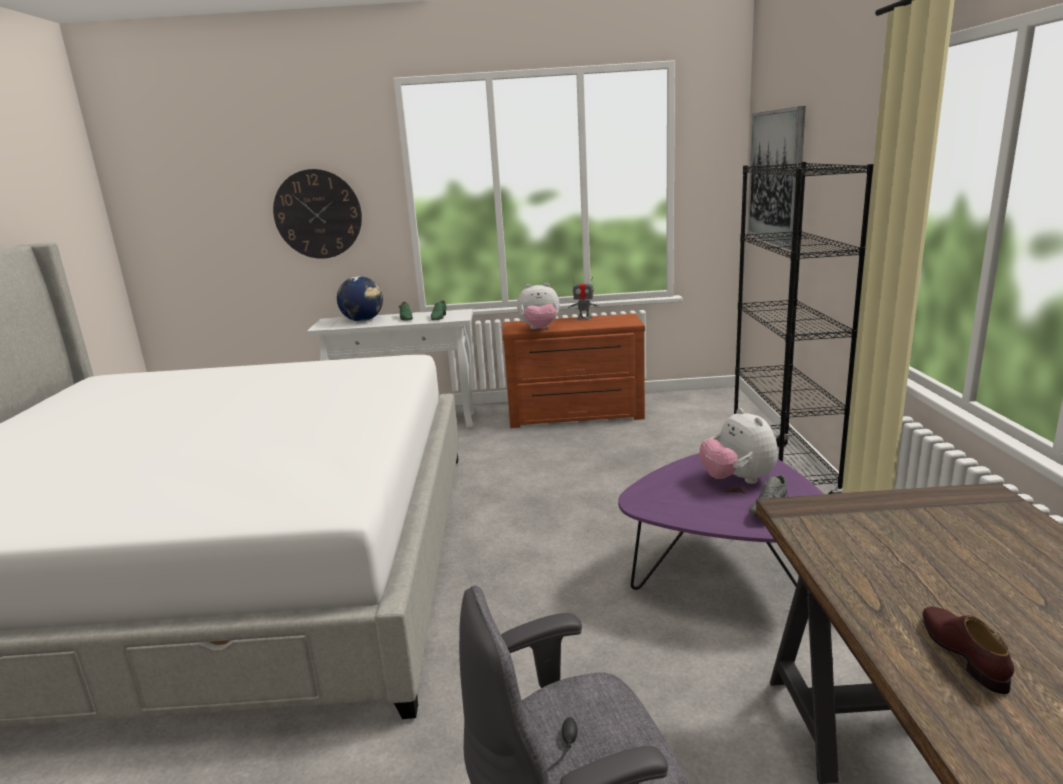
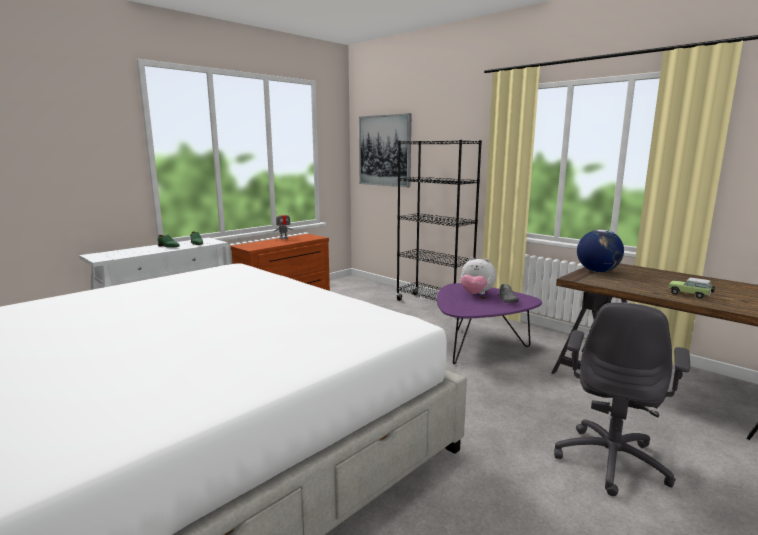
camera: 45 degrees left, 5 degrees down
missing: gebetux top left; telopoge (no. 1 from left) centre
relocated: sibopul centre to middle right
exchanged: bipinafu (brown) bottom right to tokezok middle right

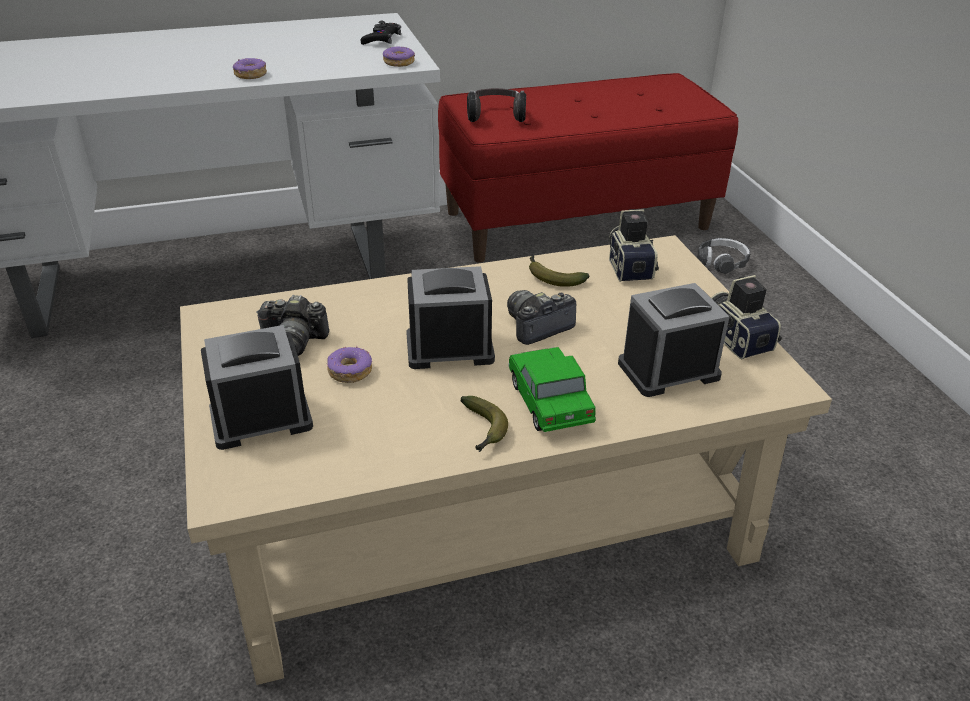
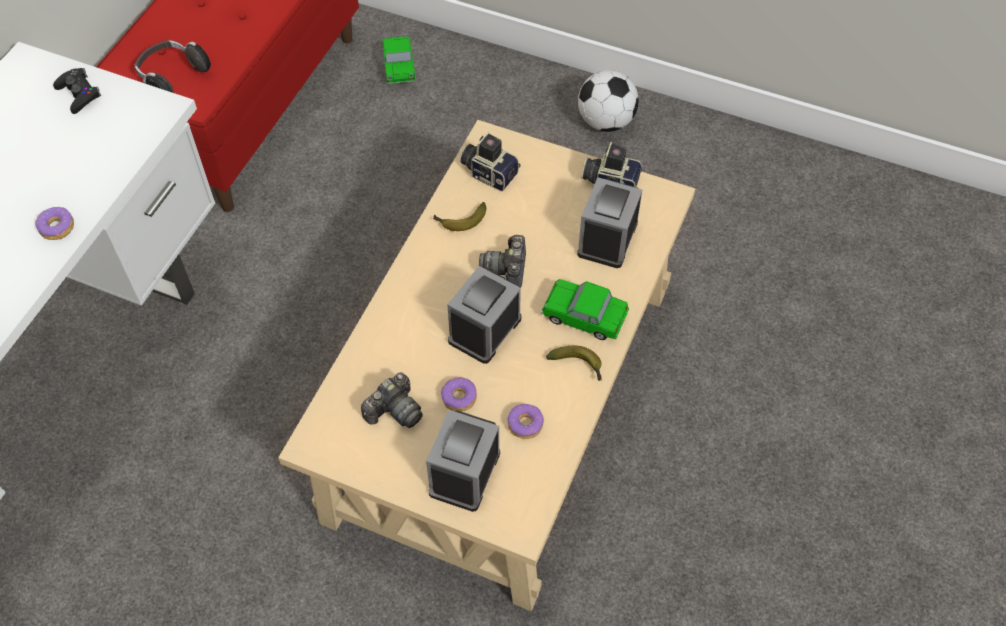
camera: 50 degrees left, 20 degrees up
appeared: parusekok top centre
relocated: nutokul (no. 3 from left) top centre to bottom centre
exchanged: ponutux (no. 2 from left) middle right to tokezok (no. 1 from left) top centre

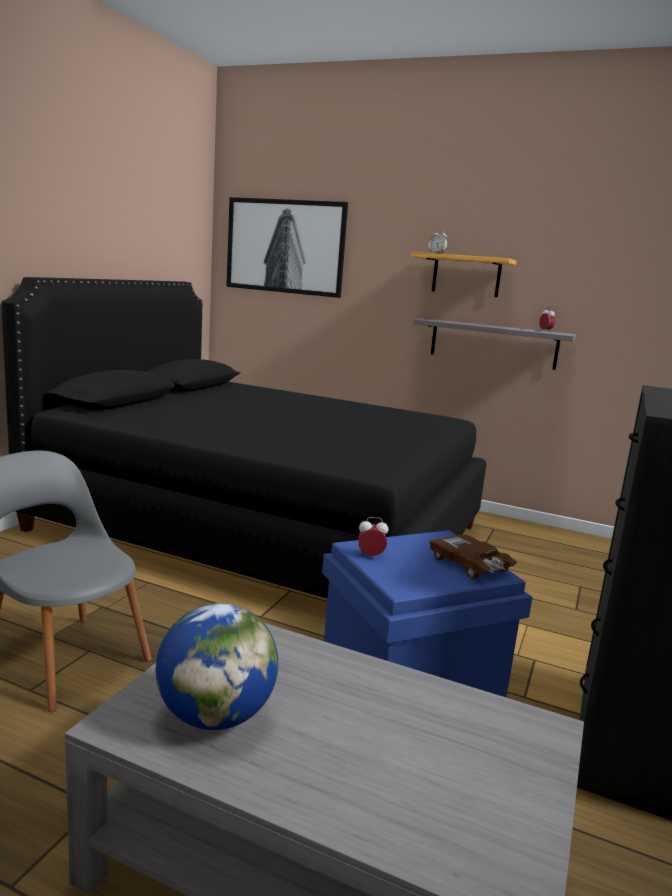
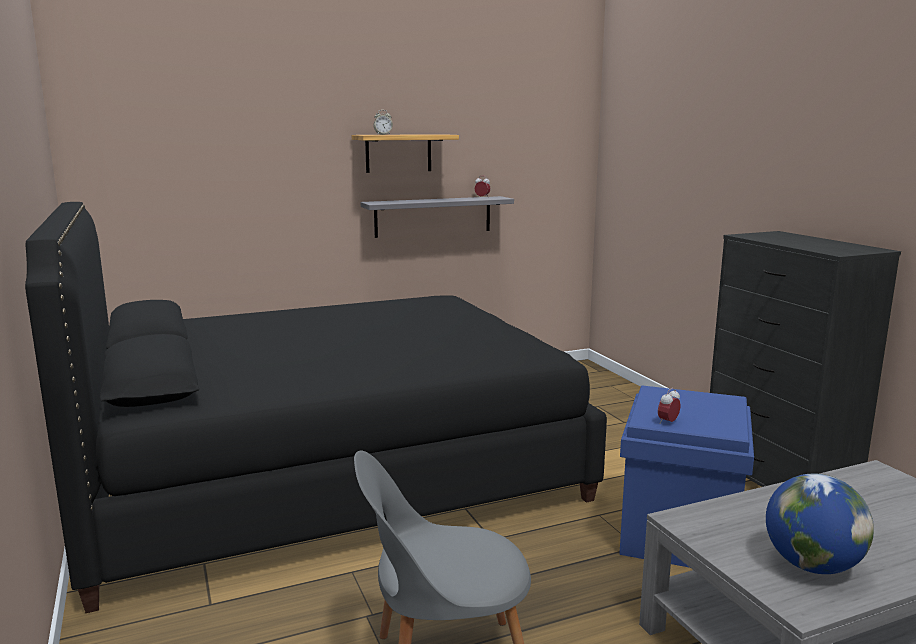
camera: 45 degrees left, 0 degrees up
missing: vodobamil top centre; tokezok (brown) middle right

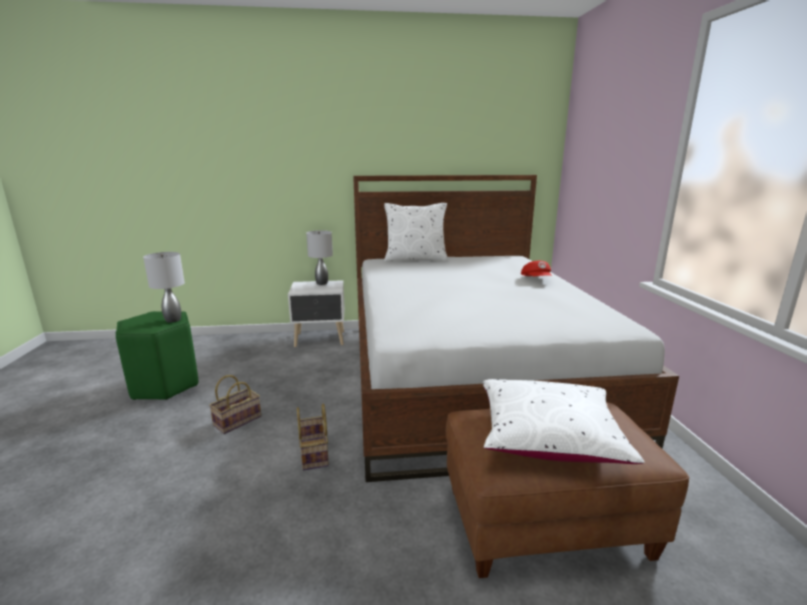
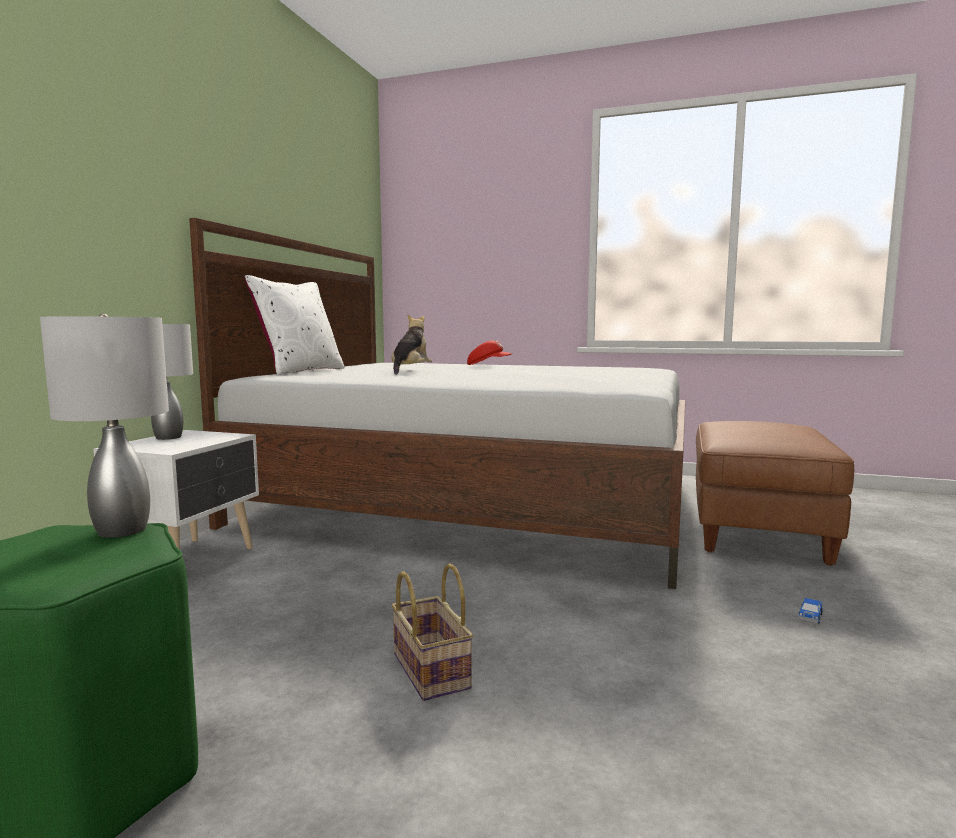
camera: 65 degrees left, 10 degrees down
missing: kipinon (no. 2 from left) bottom centre; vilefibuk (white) (no. 2 from left) bottom right
appeared: telopoge centre; tokezok bottom right

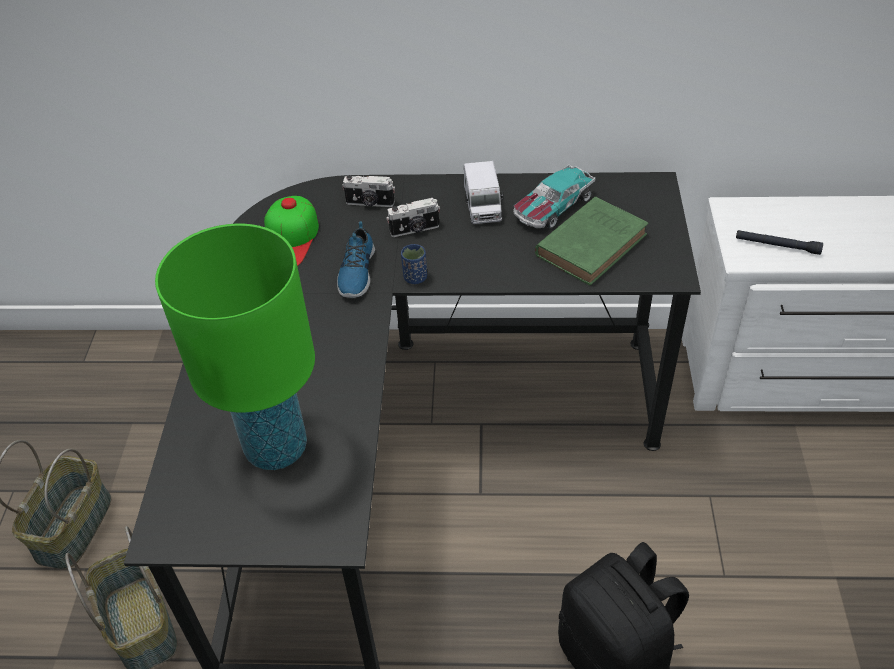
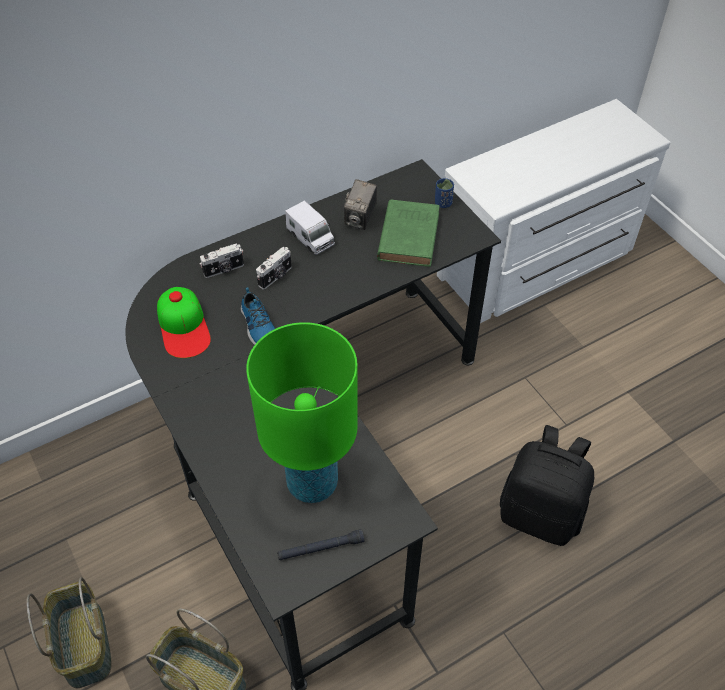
camera: 35 degrees left, 5 degrees up
relocated: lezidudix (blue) centre to top centre; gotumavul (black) middle right to bottom centre
exchanged: tokezok top centre to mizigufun (no. 3 from left) top centre

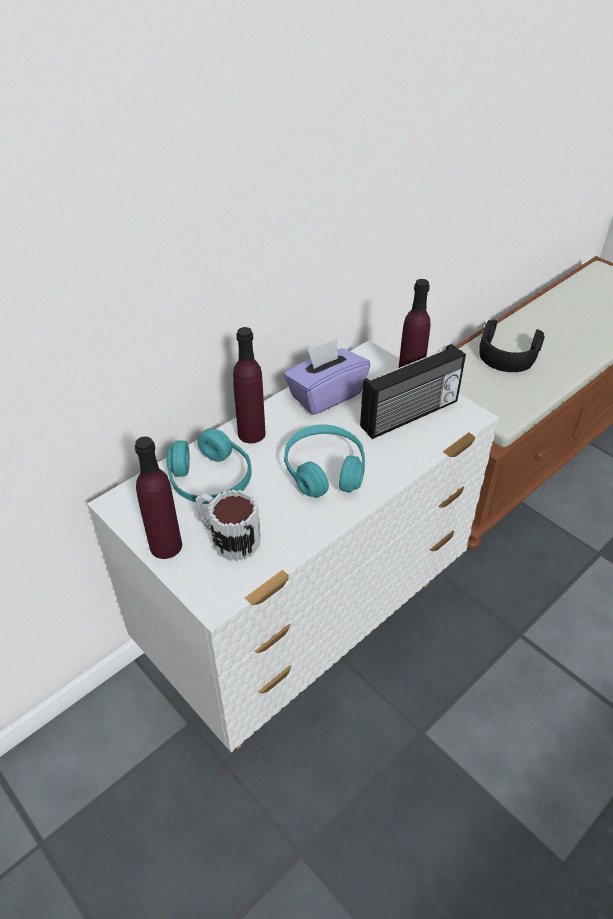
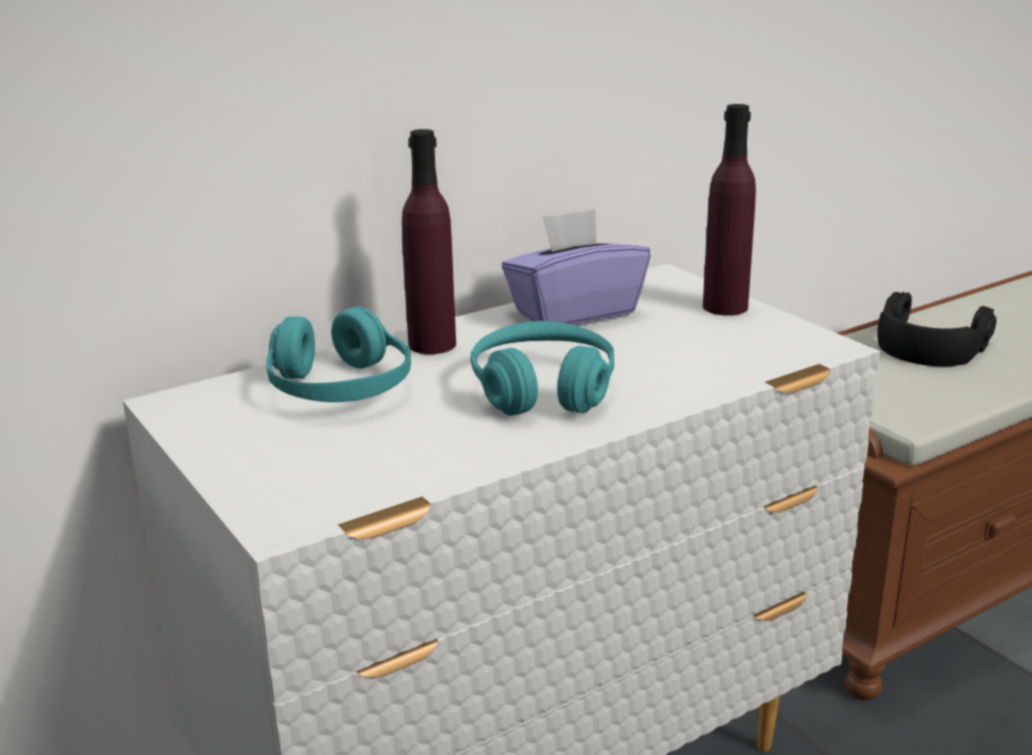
camera: 10 degrees right, 20 degrees down
missing: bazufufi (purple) (no. 1 from left) middle left; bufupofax centre; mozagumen middle right

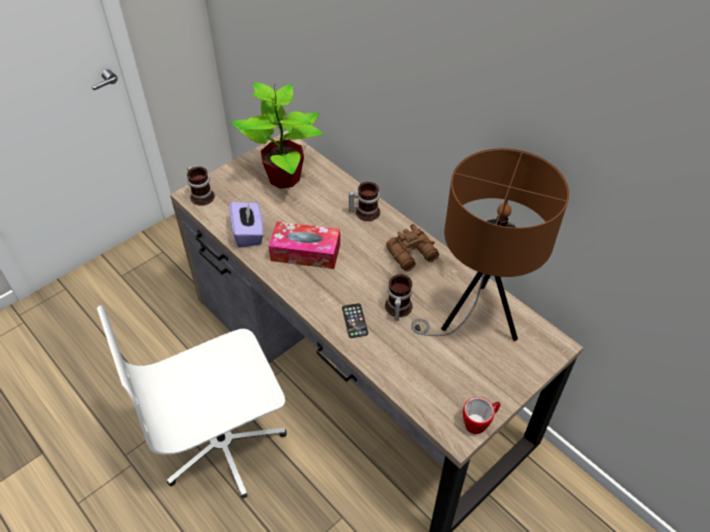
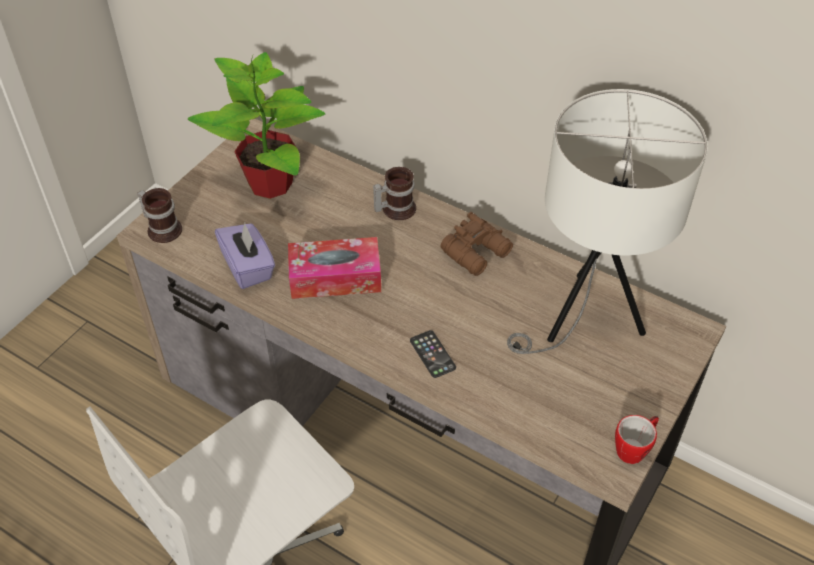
camera: 15 degrees left, 0 degrees up
missing: bufupofax (no. 3 from left) centre
colour: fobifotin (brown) middle right to fobifotin (white) middle right

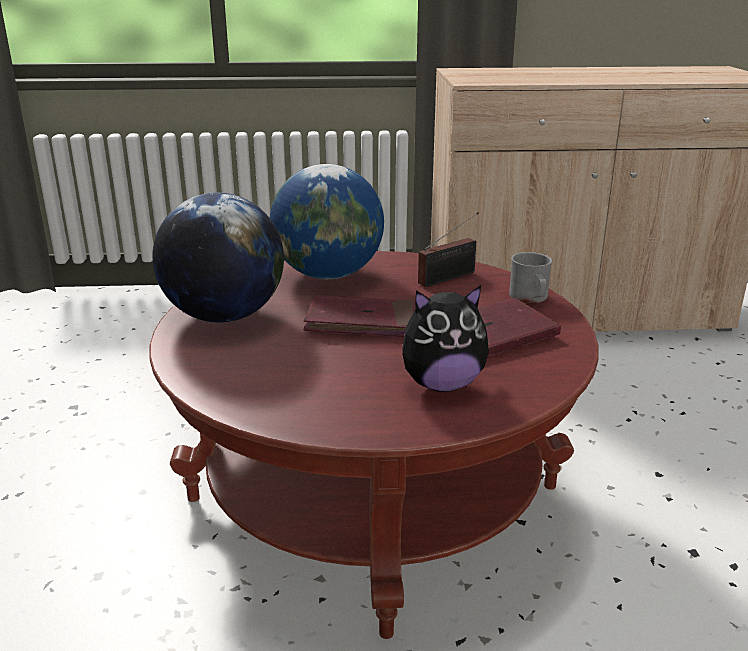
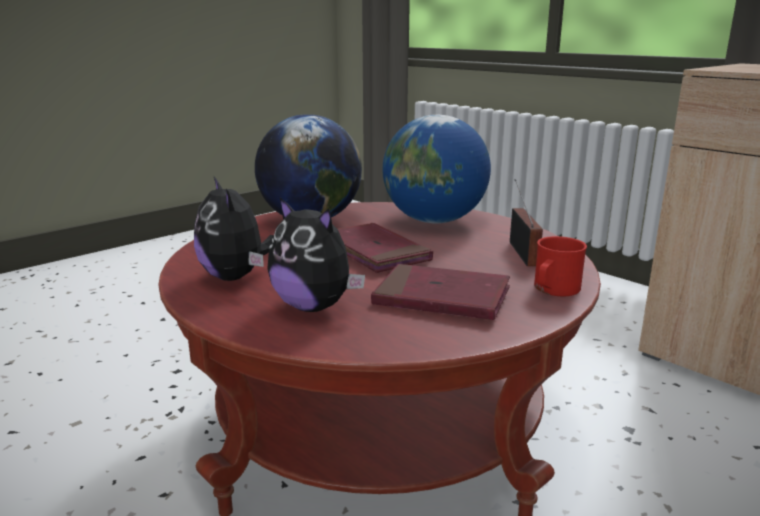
camera: 50 degrees right, 5 degrees down
appeared: telopoge (no. 1 from left) middle left
colour: bufupofax (grey) middle right to bufupofax (red) middle right
spun: mozagumen centre = middle right 105 degrees counterclockwise

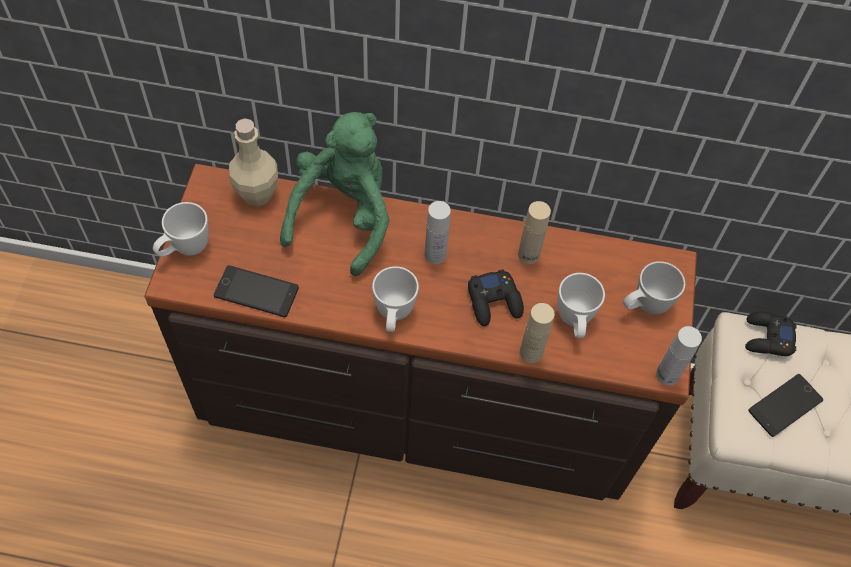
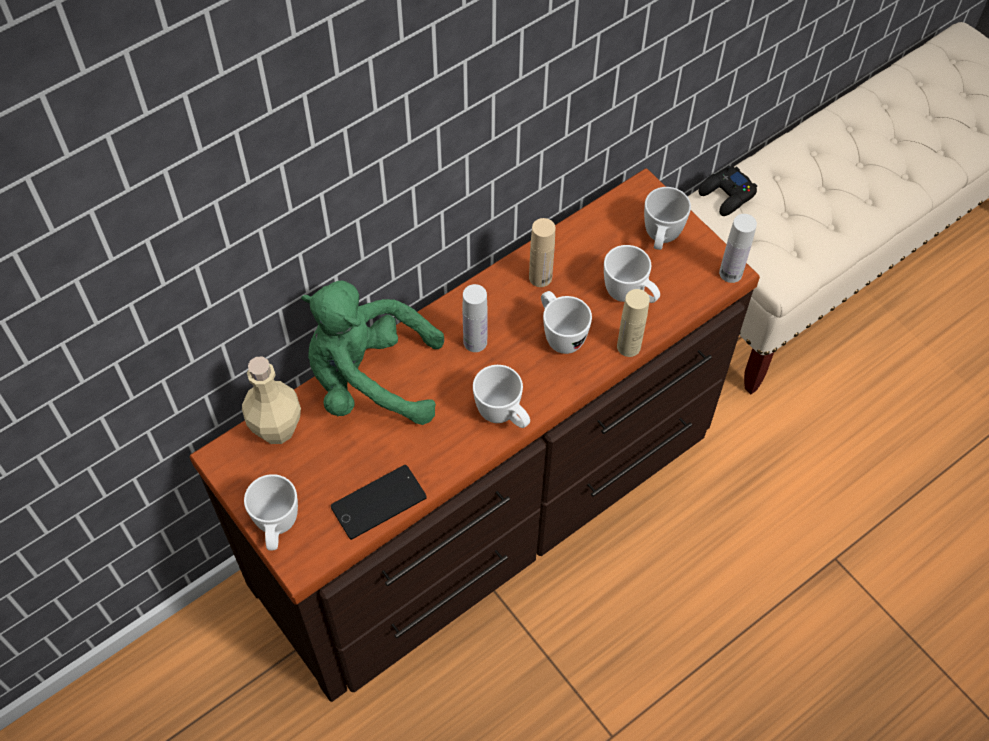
camera: 45 degrees left, 0 degrees up
missing: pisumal (no. 2 from left) bottom right
exchanged: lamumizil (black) (no. 1 from left) centre to bufupofax (white) (no. 3 from left) centre
spun: telopoge (green) centre = centre 60 degrees counterclockwise

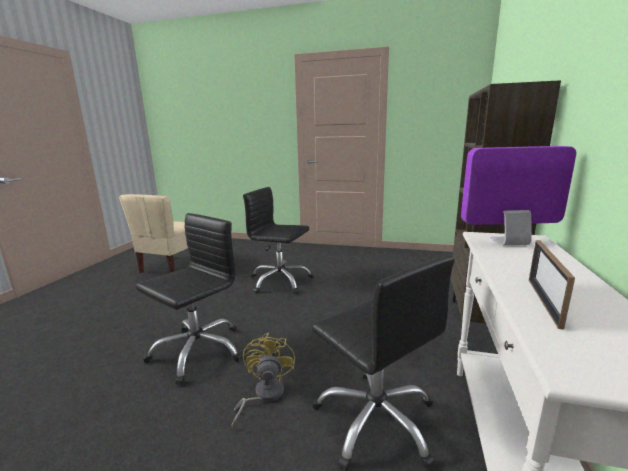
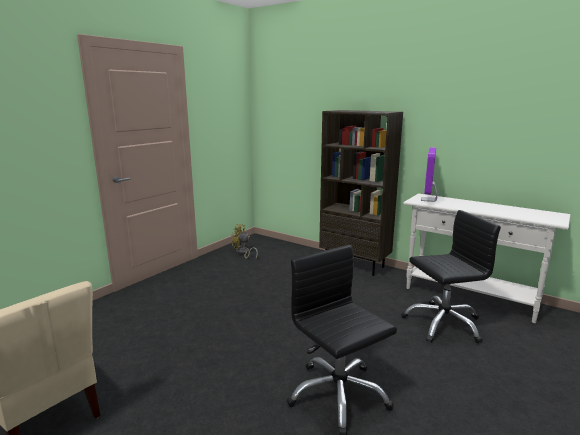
camera: 70 degrees left, 0 degrees up
missing: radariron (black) (no. 2 from left) centre; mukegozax middle right
relocated: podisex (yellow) bottom centre to centre

